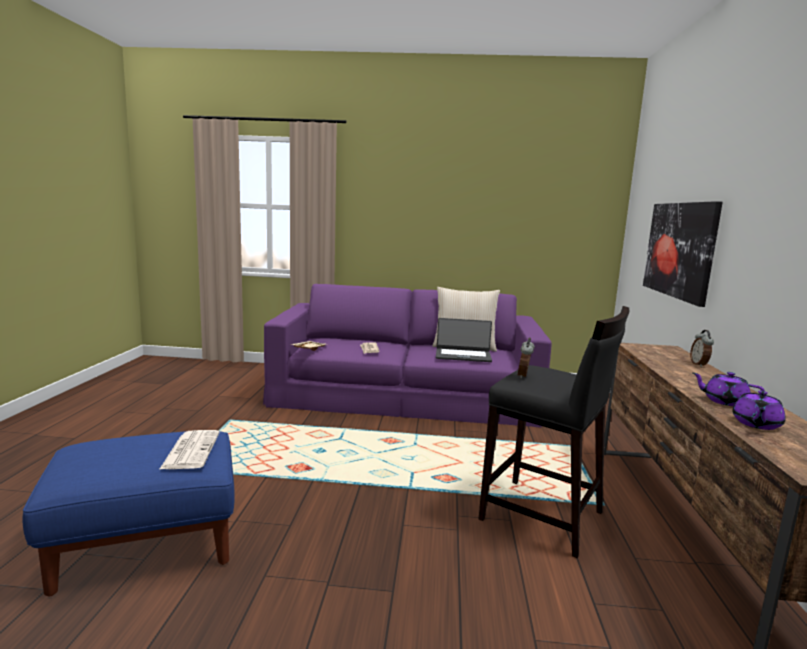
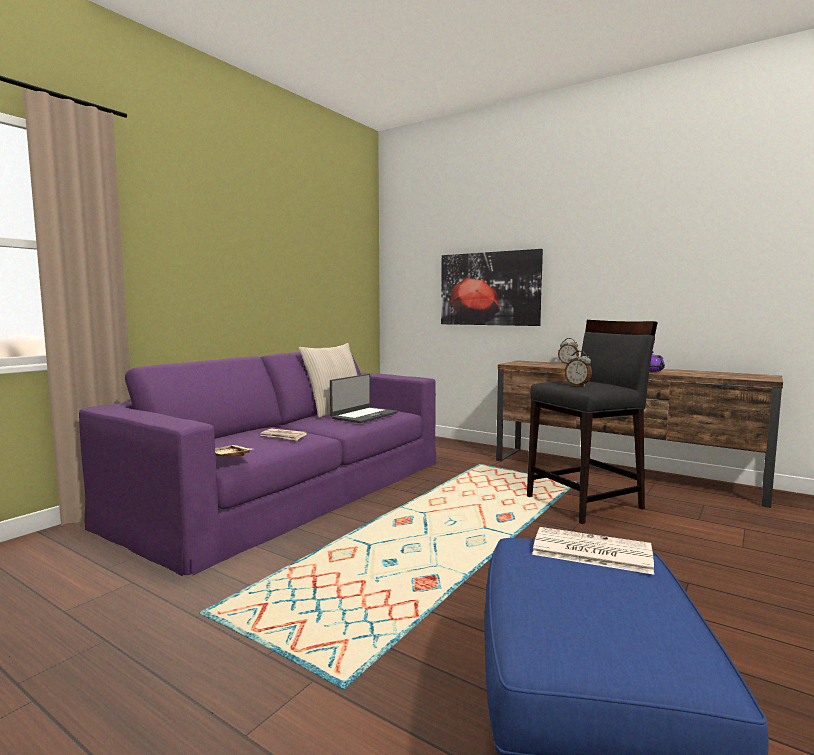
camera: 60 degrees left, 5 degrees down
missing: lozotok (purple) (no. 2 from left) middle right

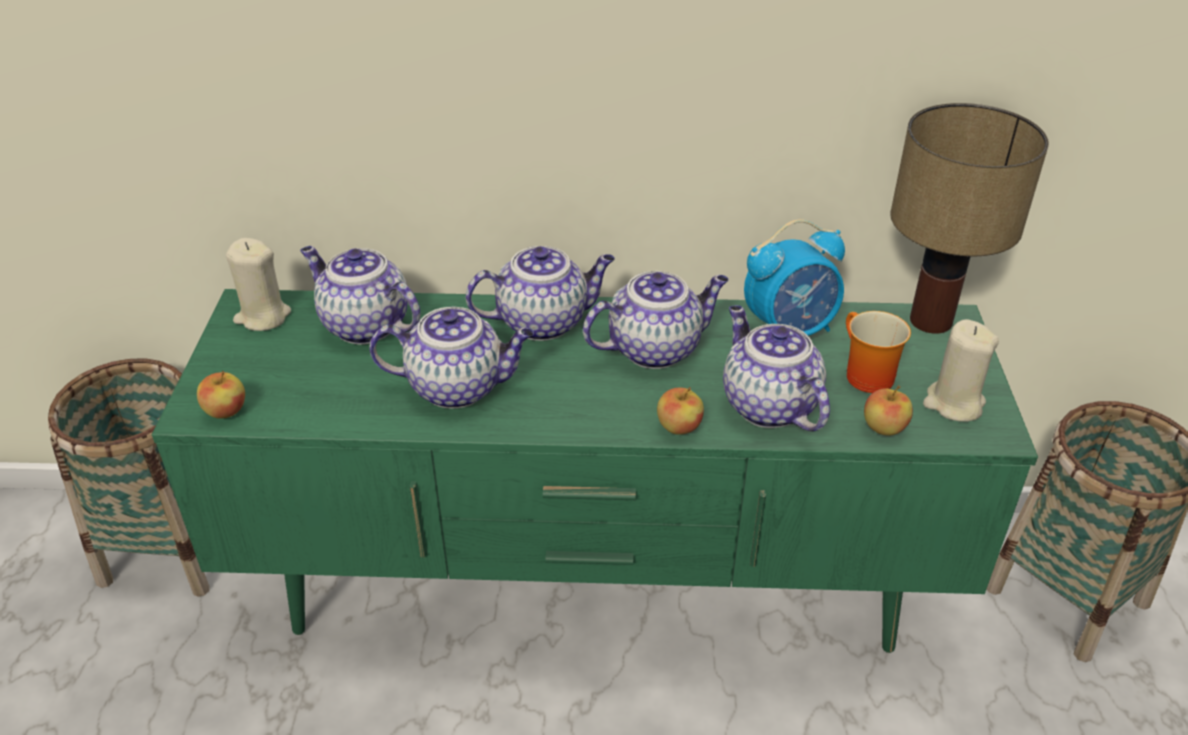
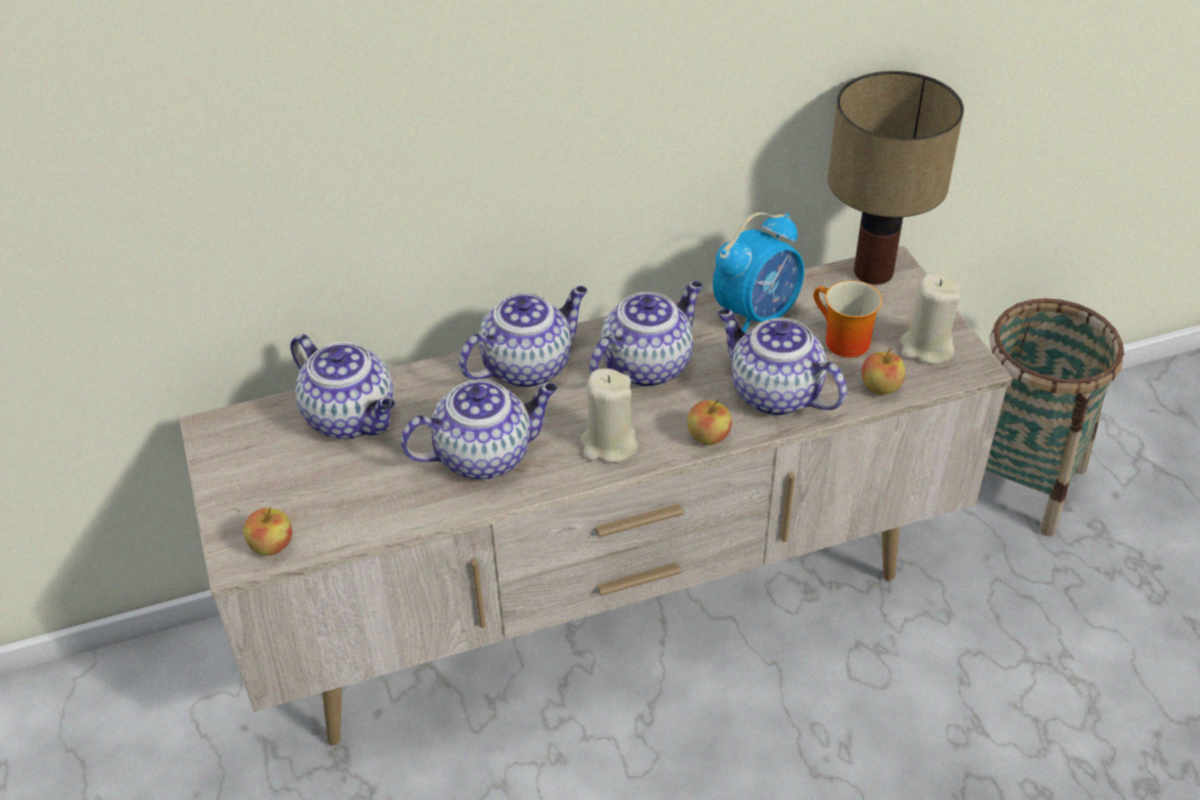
camera: 20 degrees left, 5 degrees up
missing: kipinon (no. 1 from left) middle left
relocated: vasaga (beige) (no. 1 from left) middle left to centre
colour: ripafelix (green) centre to ripafelix (beige) centre
spun: lozotok (no. 1 from left) middle left = middle left 150 degrees counterclockwise

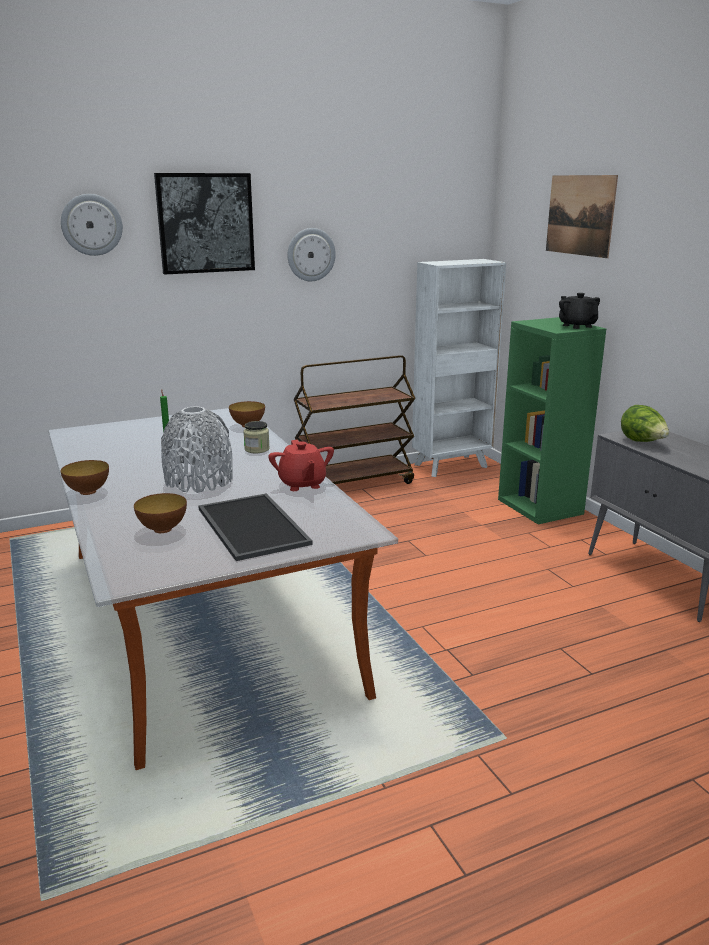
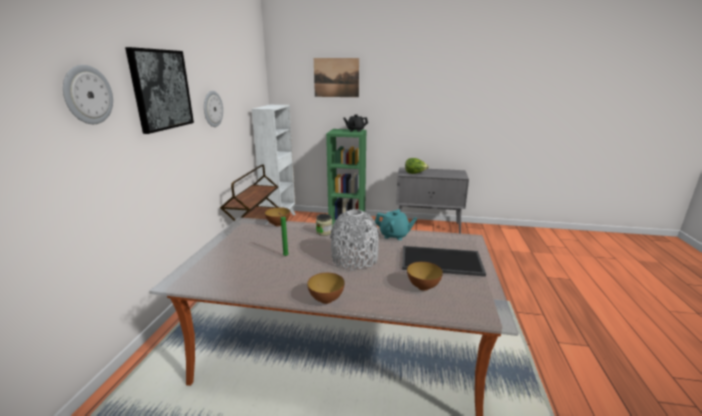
camera: 55 degrees left, 0 degrees up
colour: lozotok (red) centre to lozotok (turquoise) centre

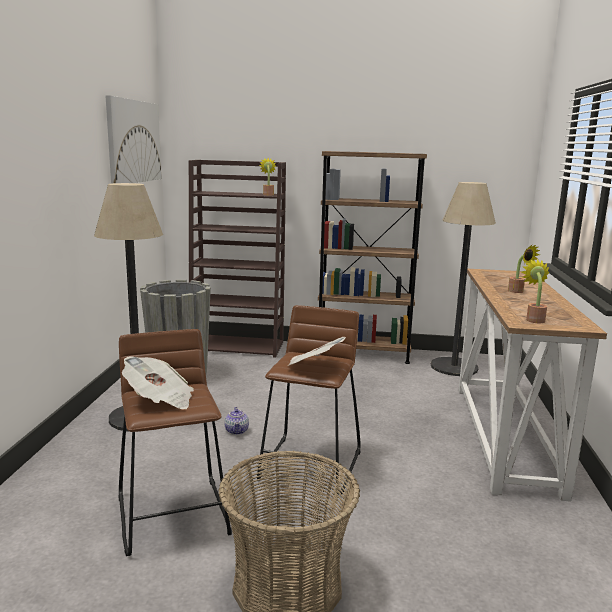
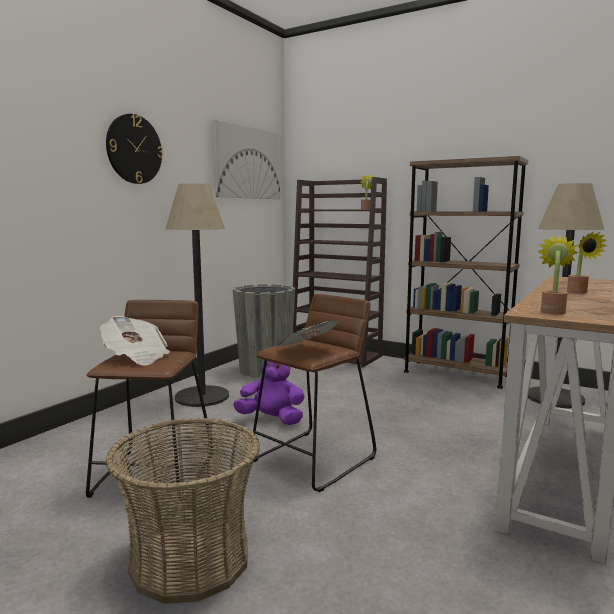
camera: 25 degrees right, 5 degrees down
appeared: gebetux top left
exchanged: lozotok bottom centre to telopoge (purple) centre

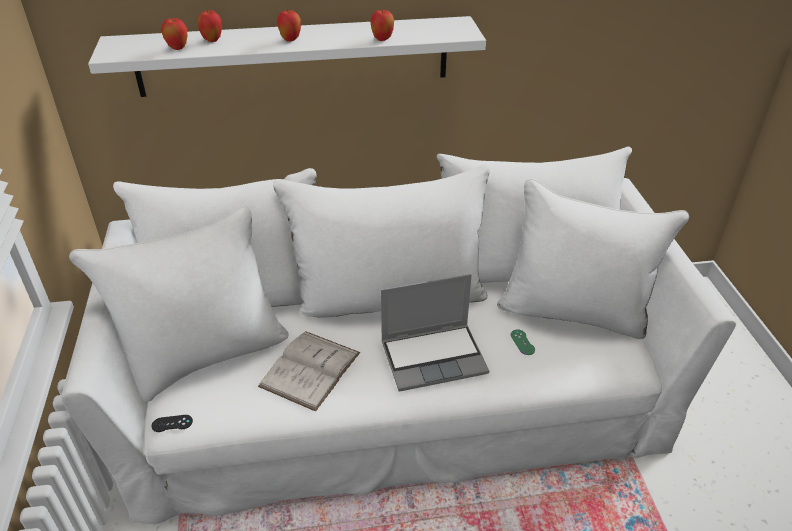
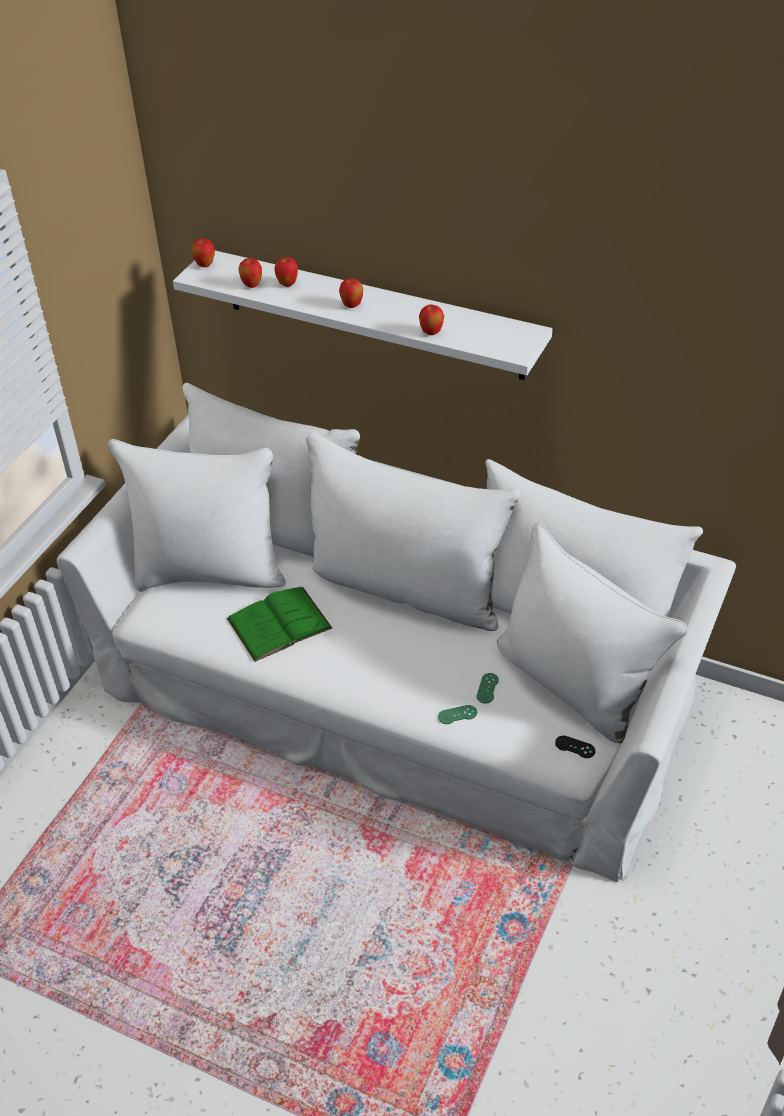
camera: 35 degrees right, 5 degrees up
missing: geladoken centre
appeared: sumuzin (no. 1 from left) top left; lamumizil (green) (no. 1 from left) centre
relocated: lamumizil (black) bottom left to bottom right
colour: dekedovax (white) bottom centre to dekedovax (green) centre

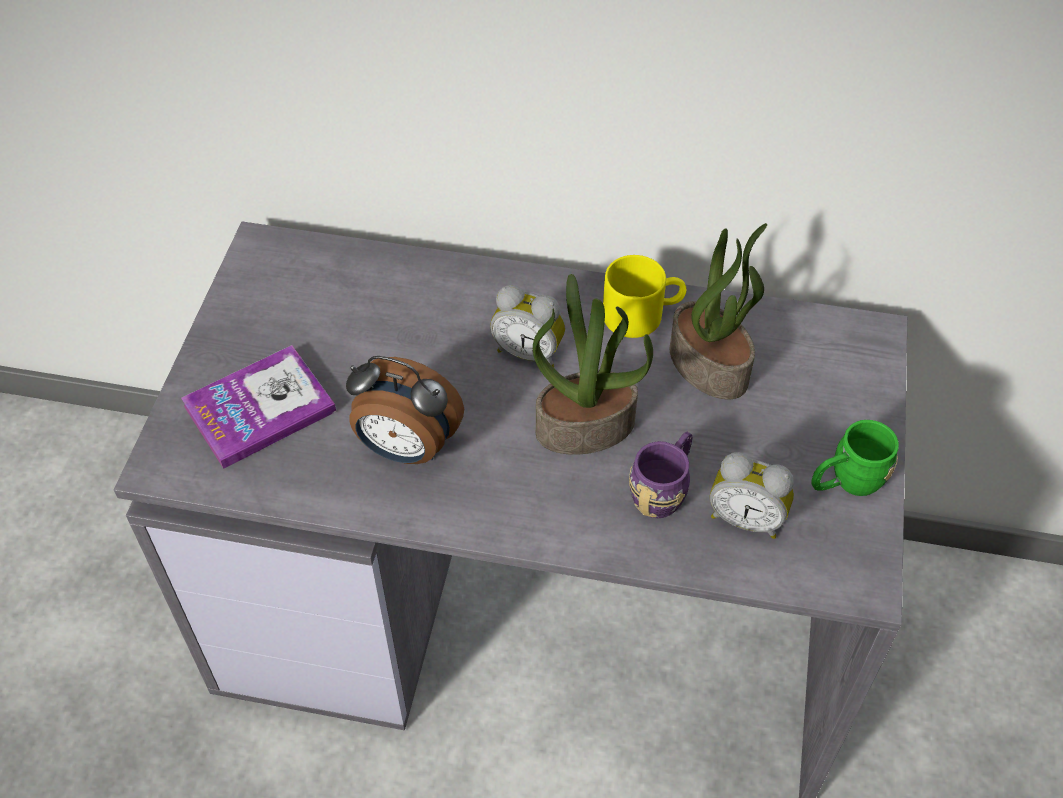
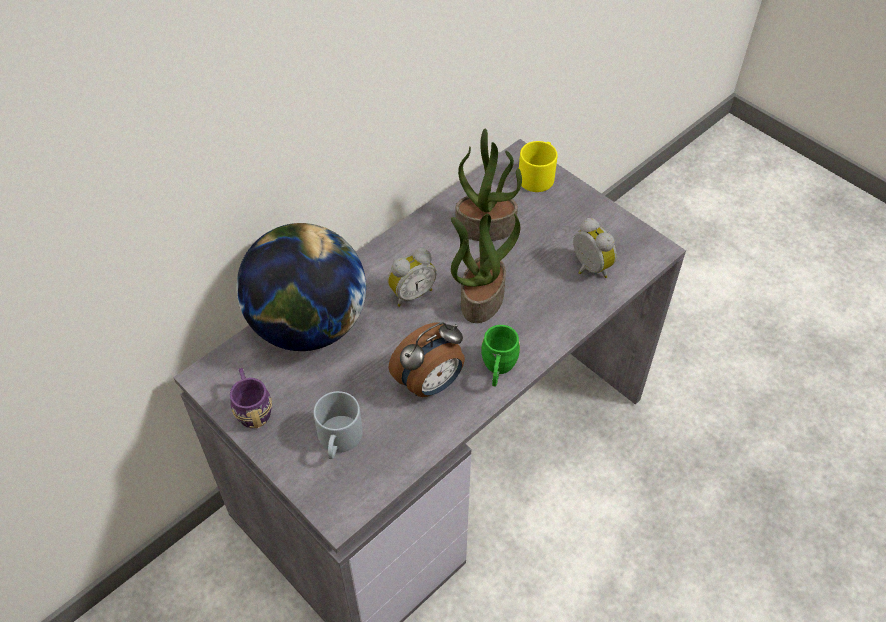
camera: 55 degrees left, 0 degrees up
appeared: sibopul centre
relocated: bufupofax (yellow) centre to top centre; bufupofax (purple) centre to middle left; bufupofax (green) middle right to centre
exchanged: dekedovax middle left to bufupofax (grey) bottom centre
spun: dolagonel (no. 3 from left) middle right = middle right 90 degrees counterclockwise

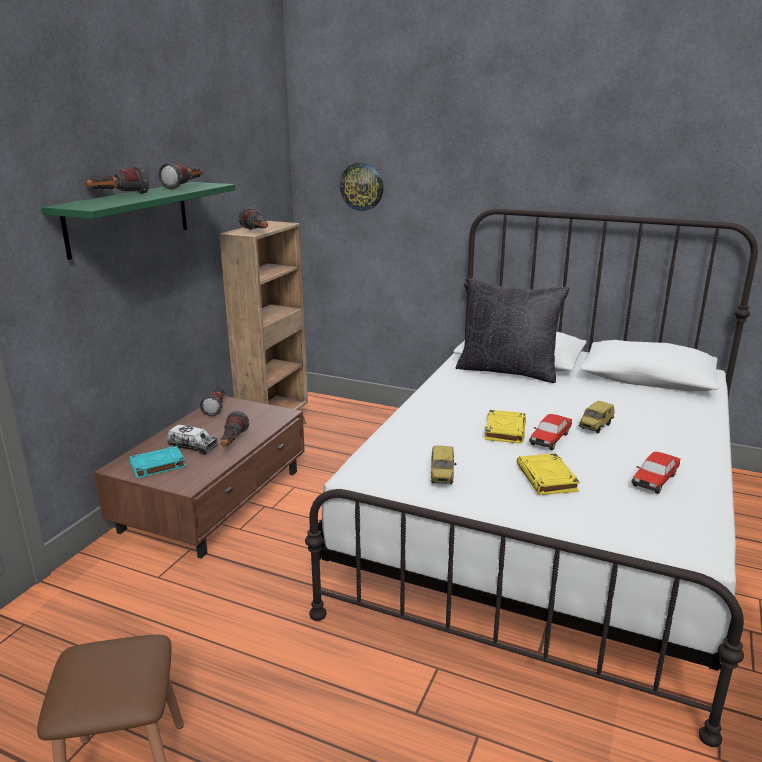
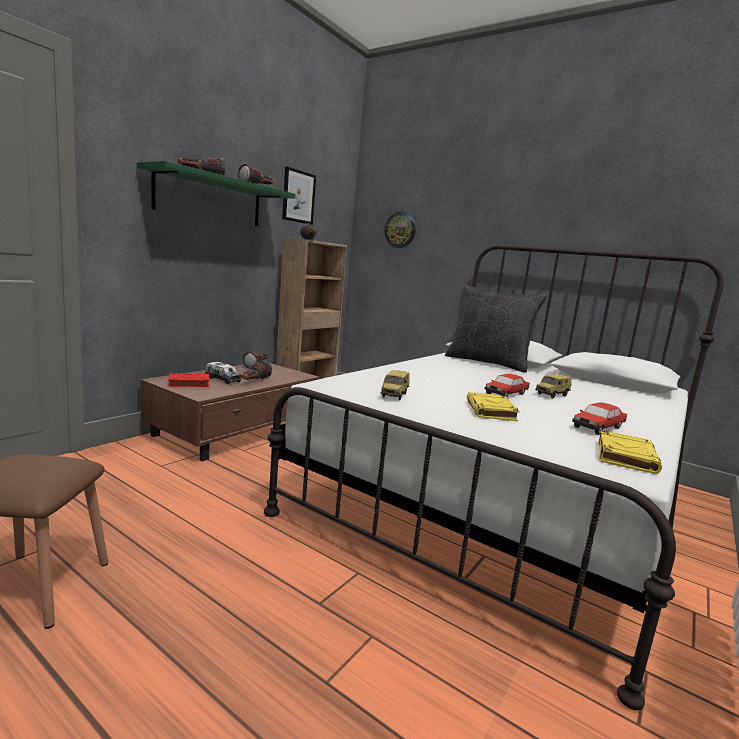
camera: 10 degrees right, 10 degrees down
appeared: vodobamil top centre
relocated: dekedovax (yellow) (no. 1 from left in the first image) centre to dekedovax (yellow) (no. 2 from left) middle right
colour: dekedovax (turquoise) middle left to dekedovax (red) middle left

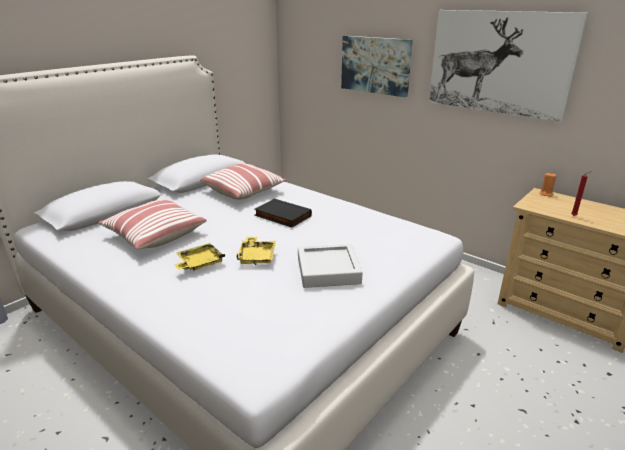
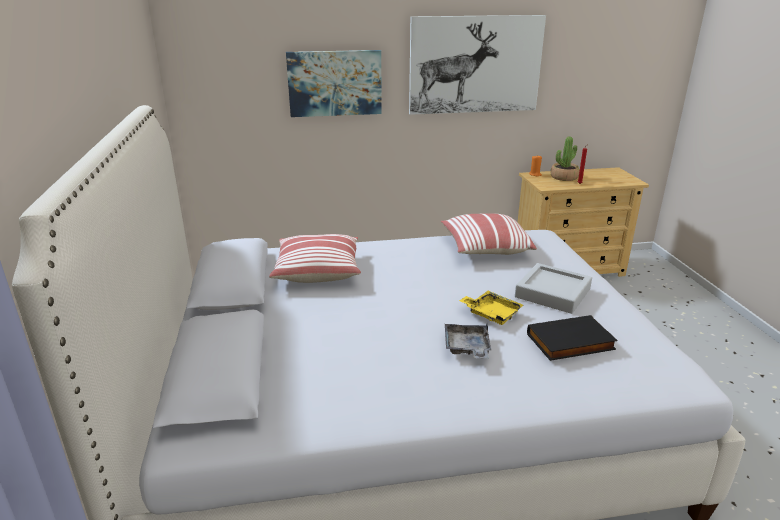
camera: 50 degrees left, 0 degrees up
appeared: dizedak top right
relocated: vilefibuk (no. 1 from left in the first image) middle left to vilefibuk (no. 2 from left) centre; dekedovax (black) centre to middle right
colour: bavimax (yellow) (no. 1 from left) middle left to bavimax (grey) (no. 1 from left) centre

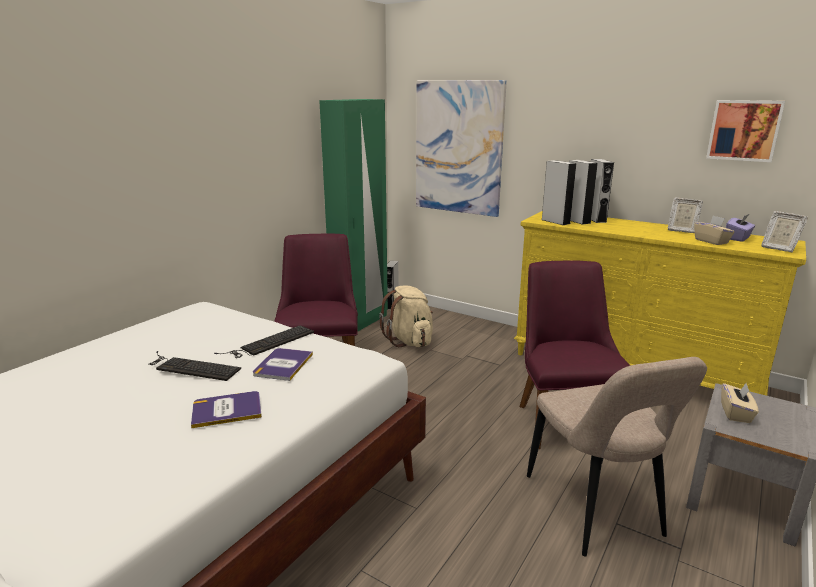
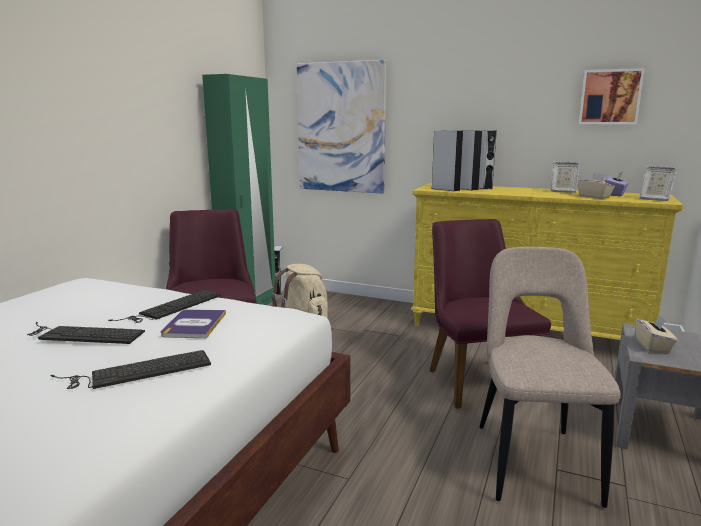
camera: 10 degrees left, 5 degrees down
exchanged: dekedovax (no. 1 from left) bottom left to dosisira (no. 2 from left) bottom left
spun: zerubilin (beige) bottom right = bottom right 150 degrees counterclockwise

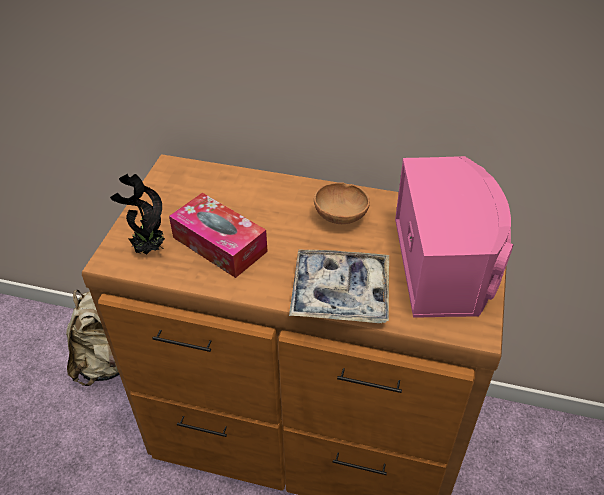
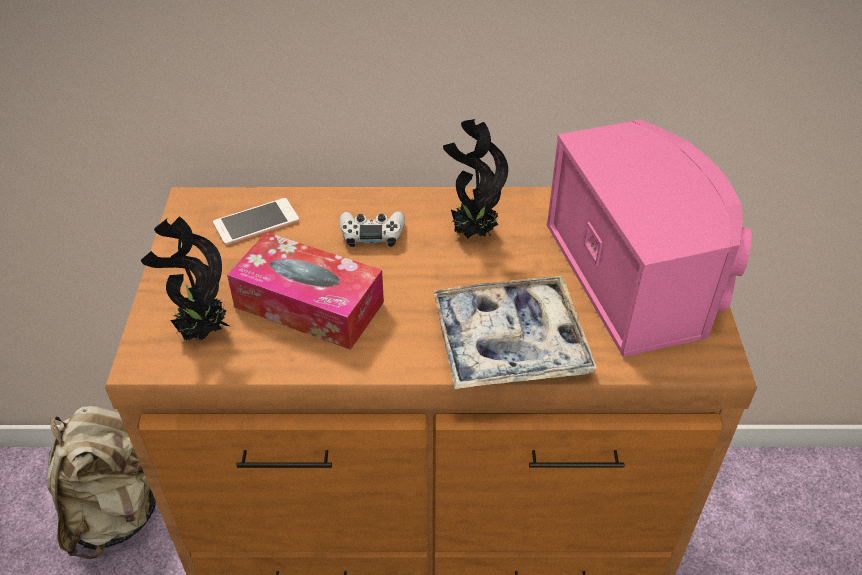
camera: 15 degrees left, 0 degrees up
appeared: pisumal middle left; lamumizil (white) centre
exchanged: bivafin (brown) centre to dizedak (no. 2 from left) top centre

